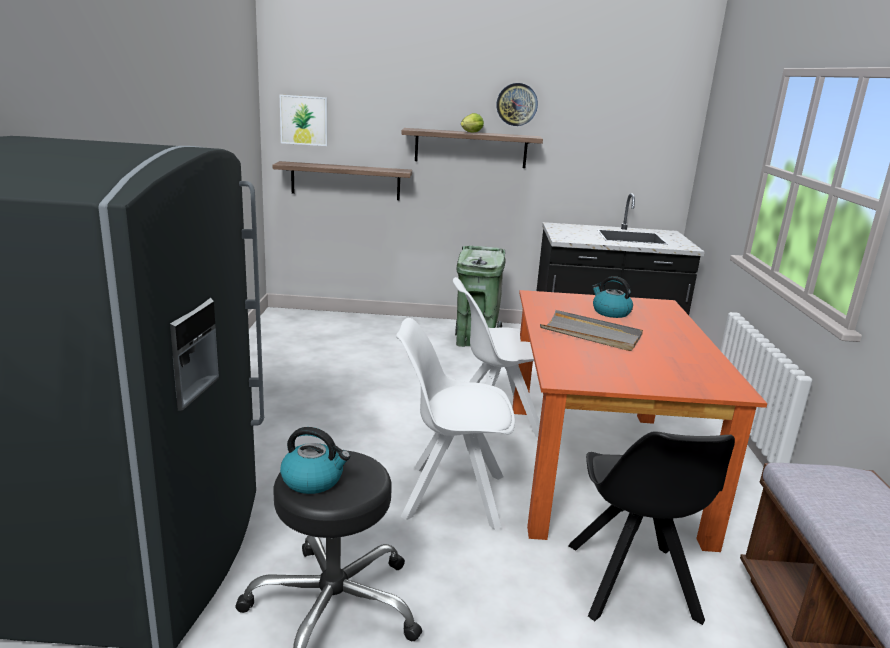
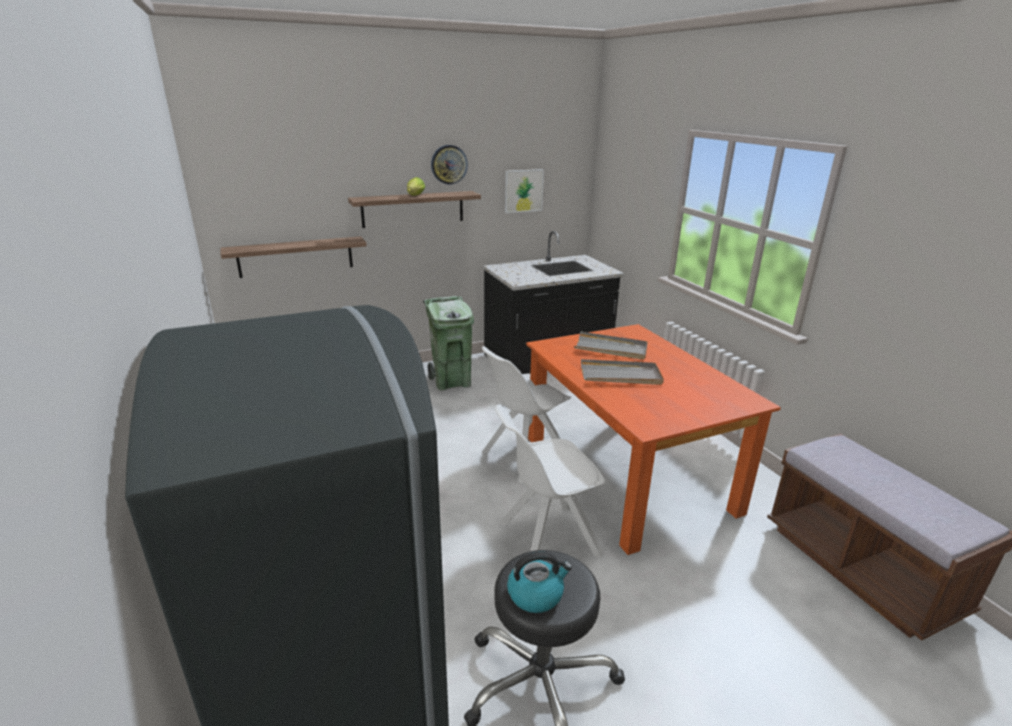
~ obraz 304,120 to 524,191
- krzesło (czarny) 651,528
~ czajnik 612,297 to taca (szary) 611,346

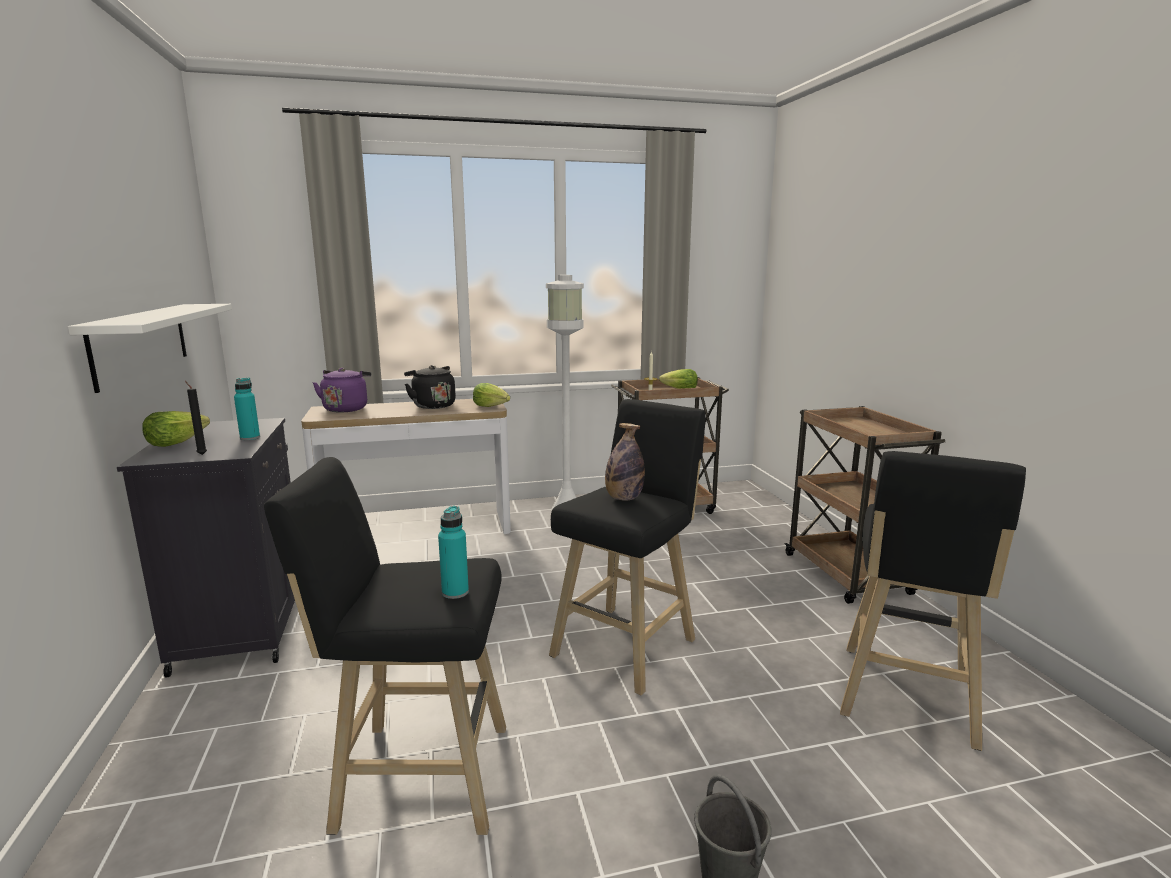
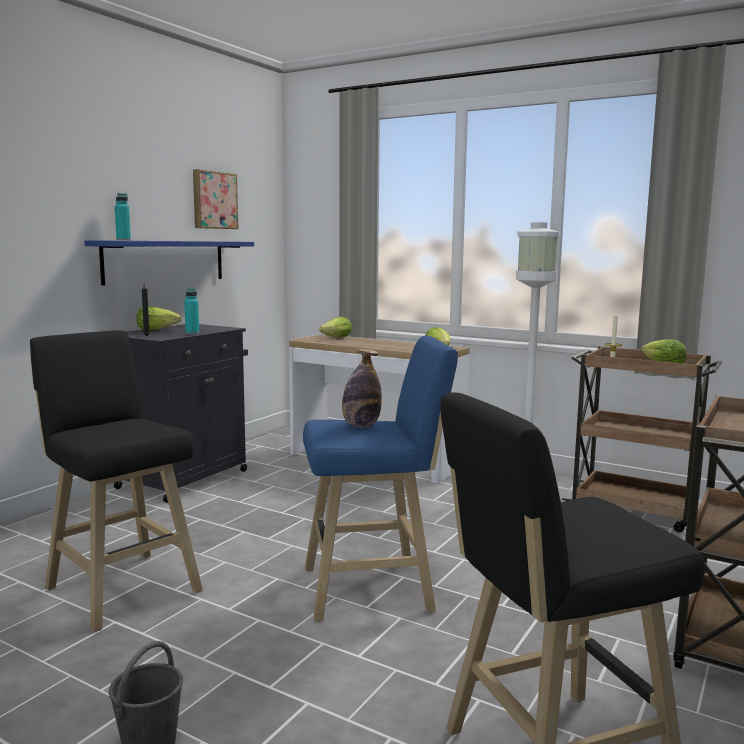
~ półka (biały) 150,348 to półka (niebieski) 169,263
~ czajnik (fioletowy) 342,390 to sałata 335,327
- czajnik (czarny) 430,387
~ butelka (turkusowy) 453,552 to 123,216
~ stołek (czarny) 627,547 to stołek (niebieski) 380,479
+ obraz 215,199

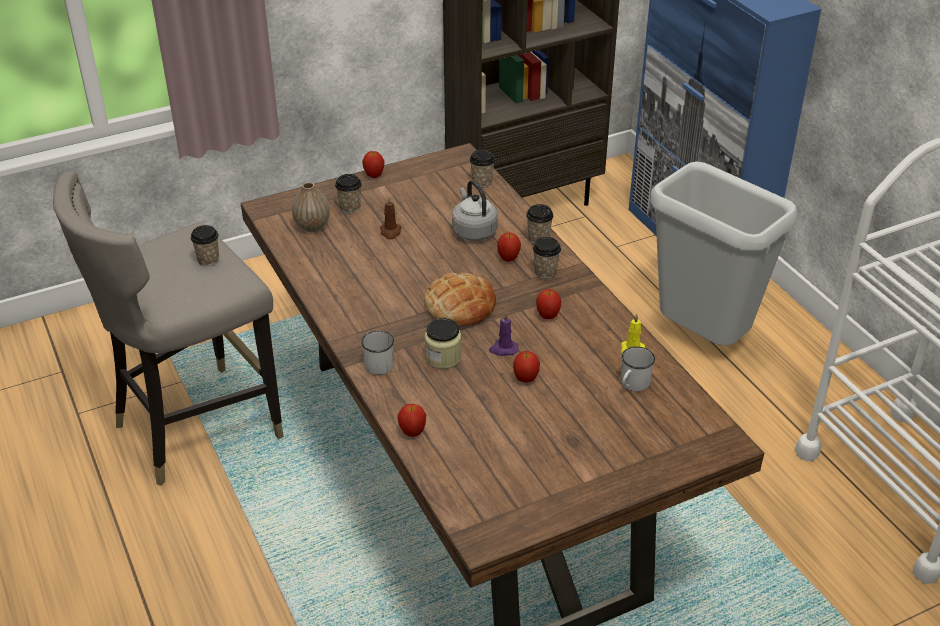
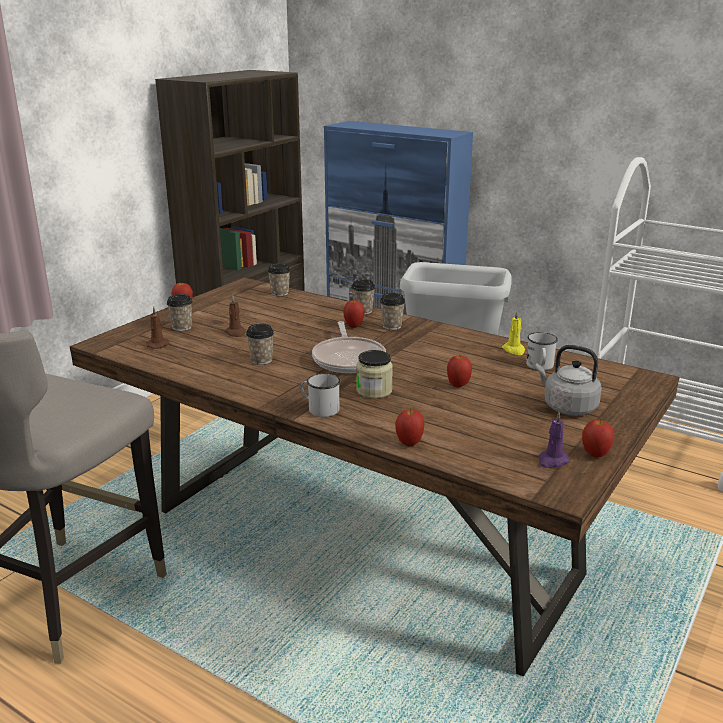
~ filiżanka 205,245 to 260,344
~ wazon 311,207 to świeca (brązowy) 157,327
~ chleb 460,299 to patelnia 349,347
~ czajnik (szary) 475,210 to 568,380
~ świeca (fioletowy) 503,334 to 554,439
~ jabłko 548,304 to 598,438

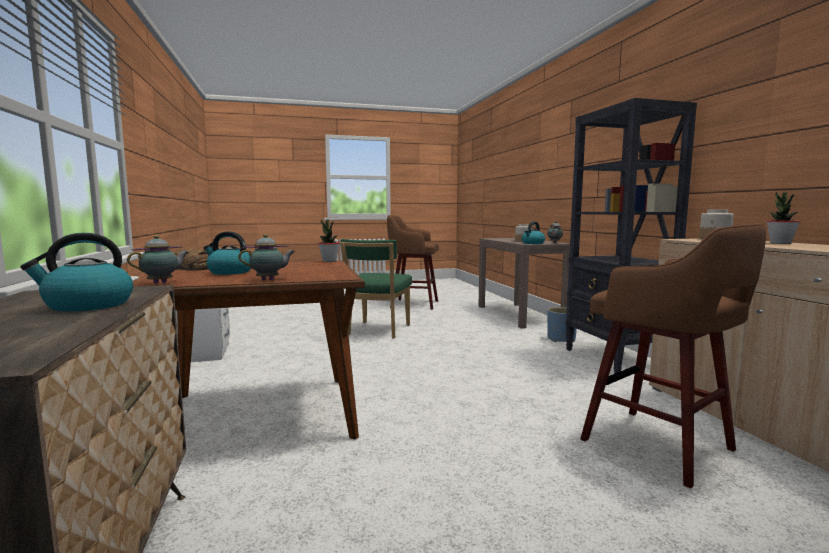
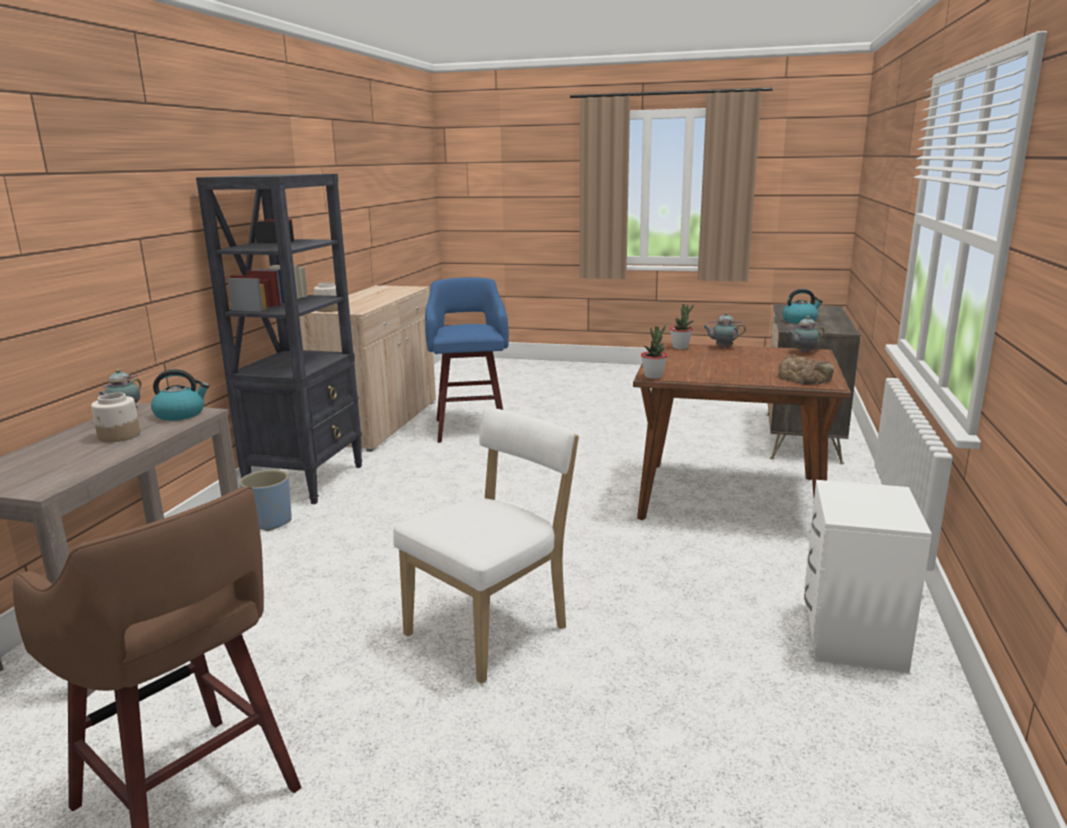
- czajnik 227,253
~ krzesło (zielony) 376,289 to krzesło (biały) 486,545
~ stołek (brązowy) 673,356 to stołek (niebieski) 467,360
~ roślina doniczkowa 783,218 to 682,327

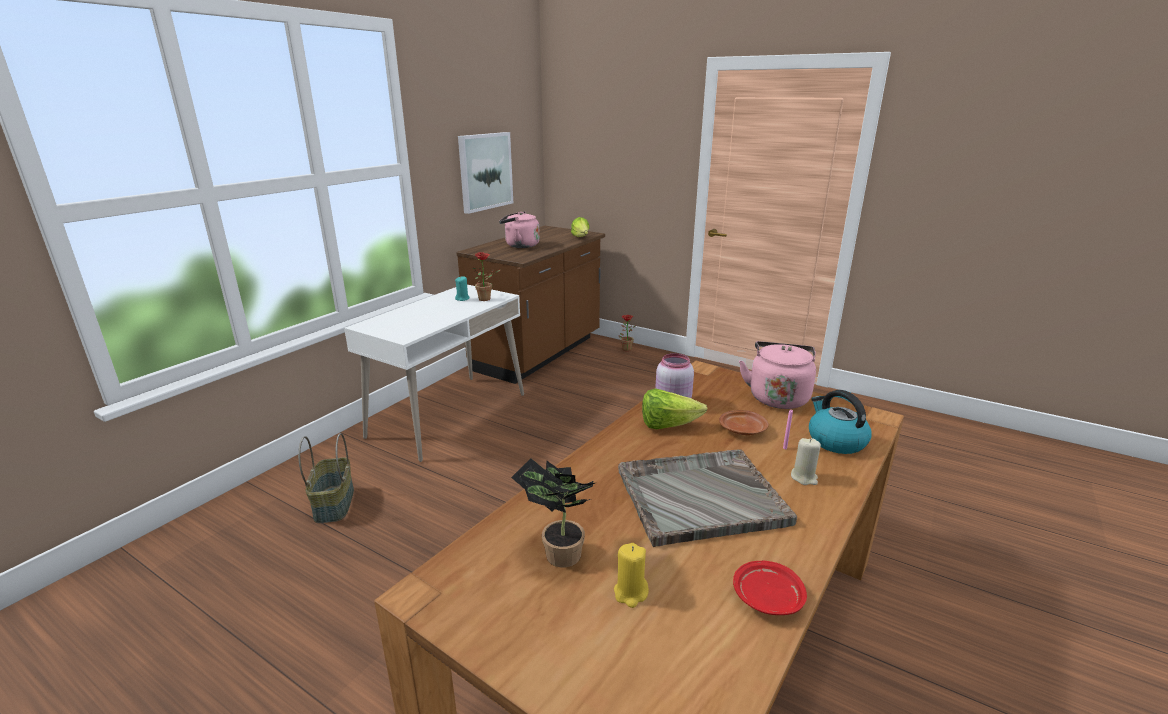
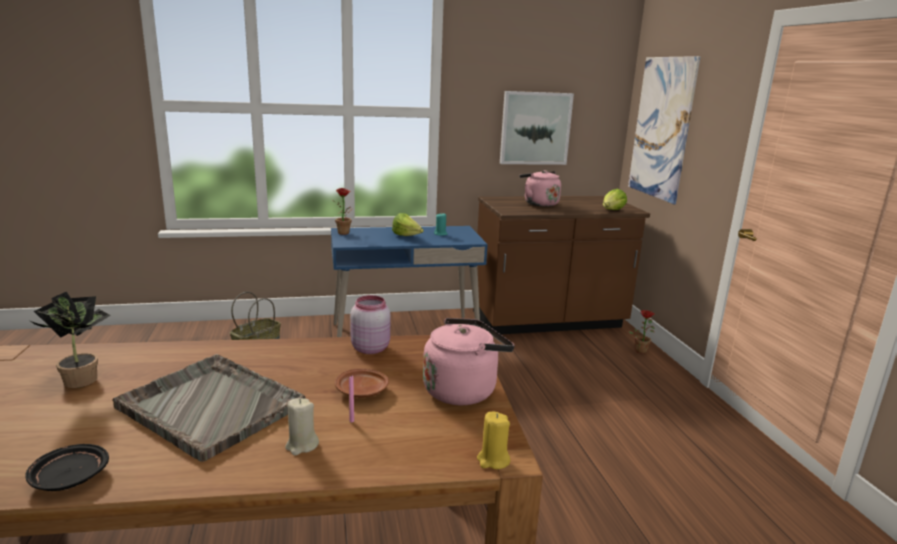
~ biurko (biały) 434,373 to biurko (niebieski) 409,281
~ roślina doniczkowa 486,276 to 343,211
~ świeca (żółty) 631,575 to 493,440
~ sałata 674,409 to 408,224
~ talerz (czerwony) 770,588 to talerz (czarny) 67,467
- czajnik 840,422
+ obraz 664,130

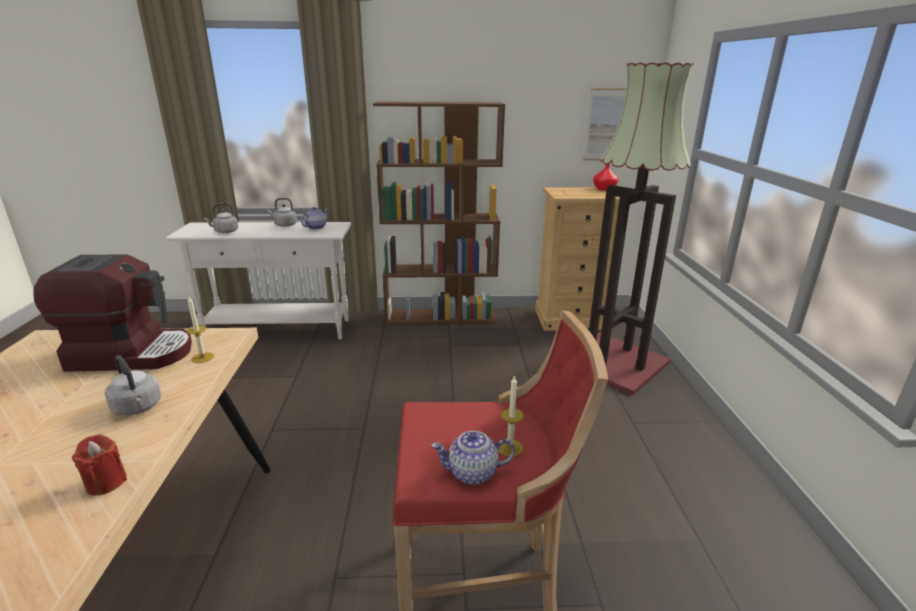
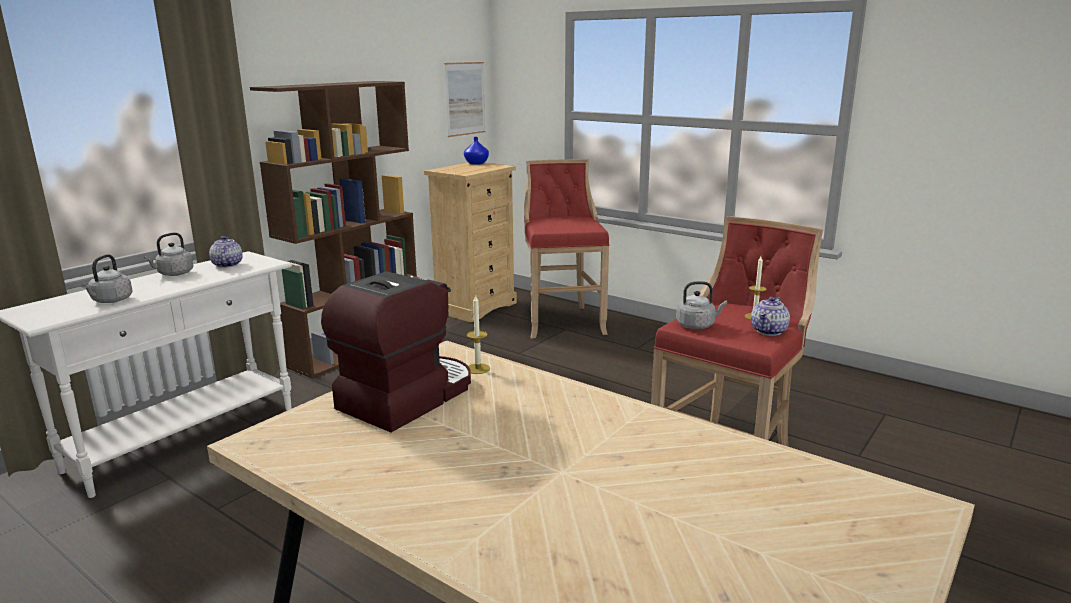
- świeca (czerwony) 99,464
~ czajnik (szary) 133,385 to 701,305
~ lampa stojąca 641,228 to stołek (czerwony) 566,249
~ wazon (czerwony) 605,177 to wazon (niebieski) 476,151

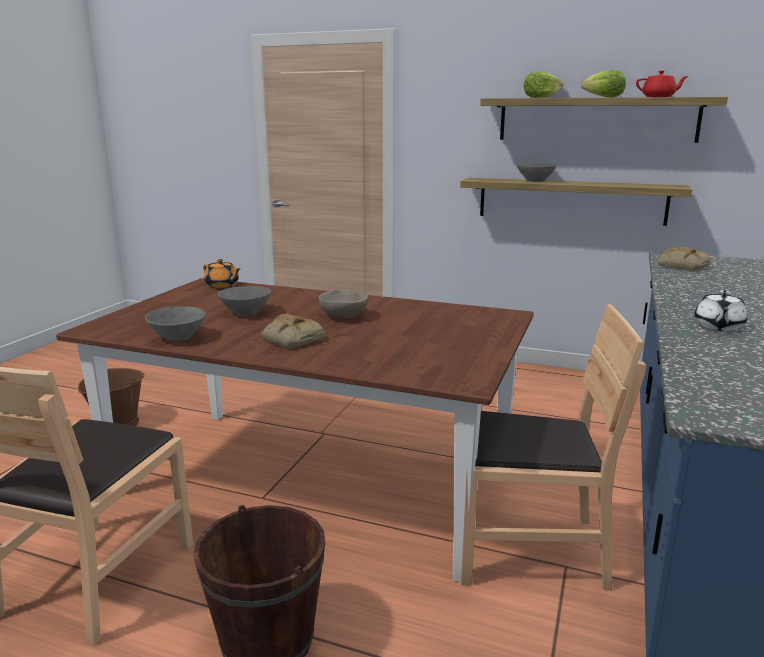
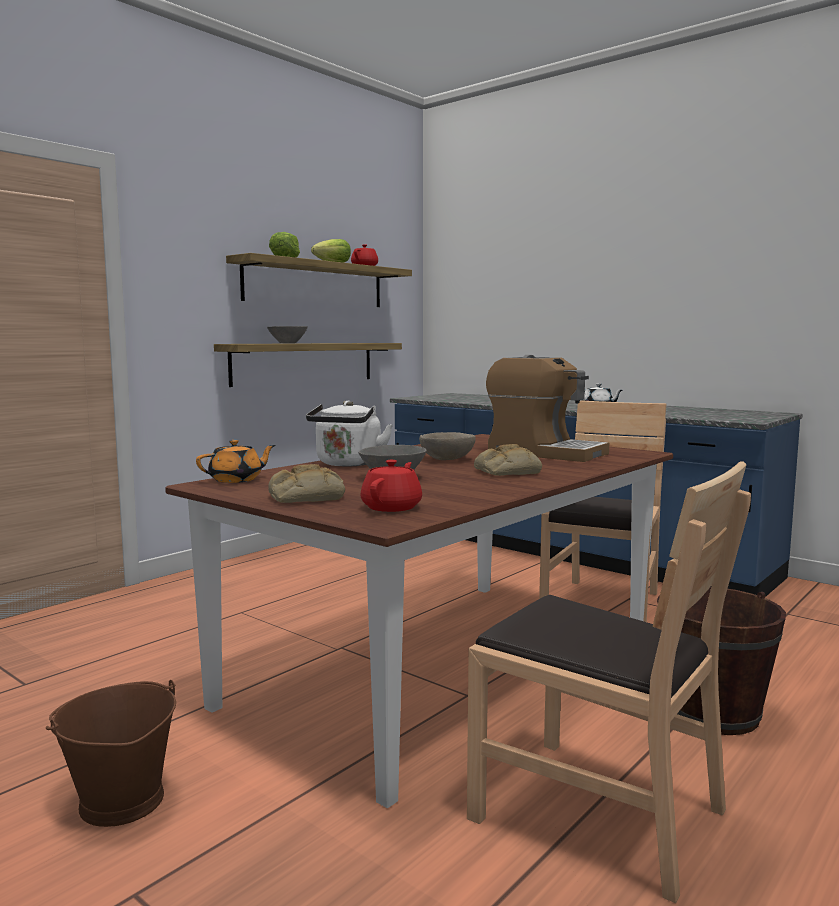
- miska (szary) 175,323
~ chleb 684,259 to 306,483
+ czajnik (biały) 349,433
+ imbryk (czerwony) 391,486
+ ekspres do kawy 547,408

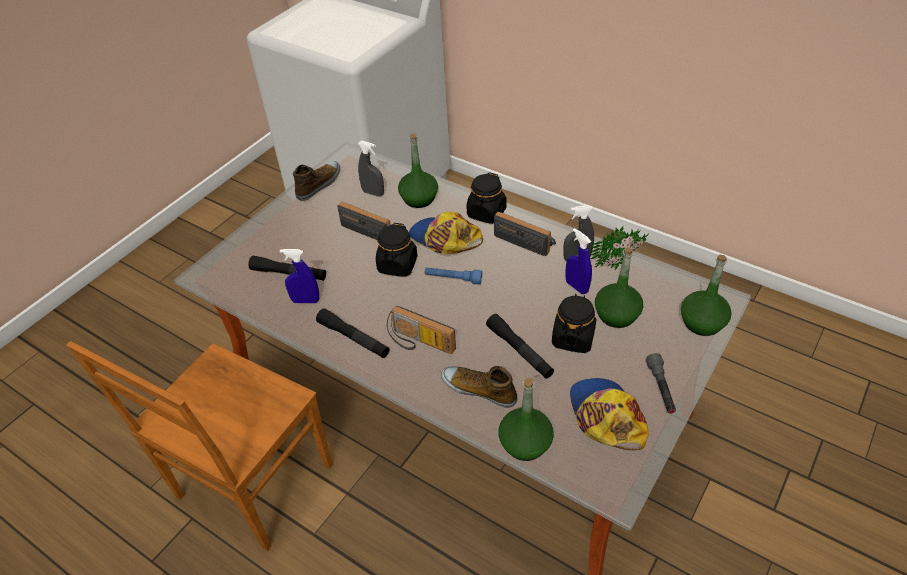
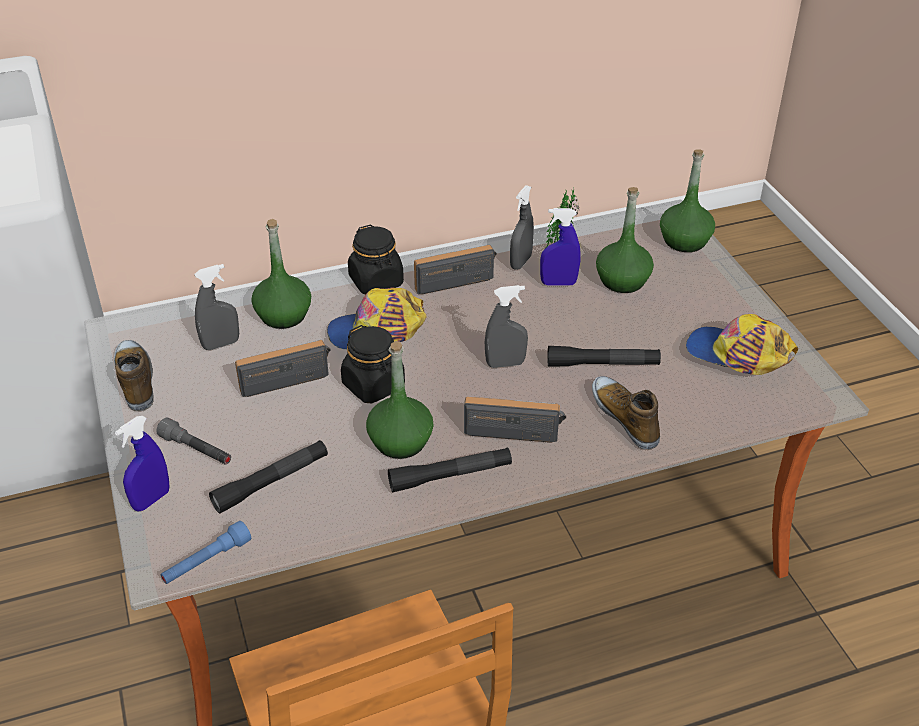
~ spryskiwacz (niebieski) 299,276 to 142,464
~ radio 421,330 = 515,420 150 degrees counterclockwise
~ latarka (niebieski) 453,275 to 206,552
~ but 479,387 = 626,413 90 degrees clockwise
~ butelka (zielony) 526,419 to 400,400
- słoik (czarny) 574,323
~ latarka (szary) 661,383 to 193,441
+ spryskiwacz (szary) 506,326

